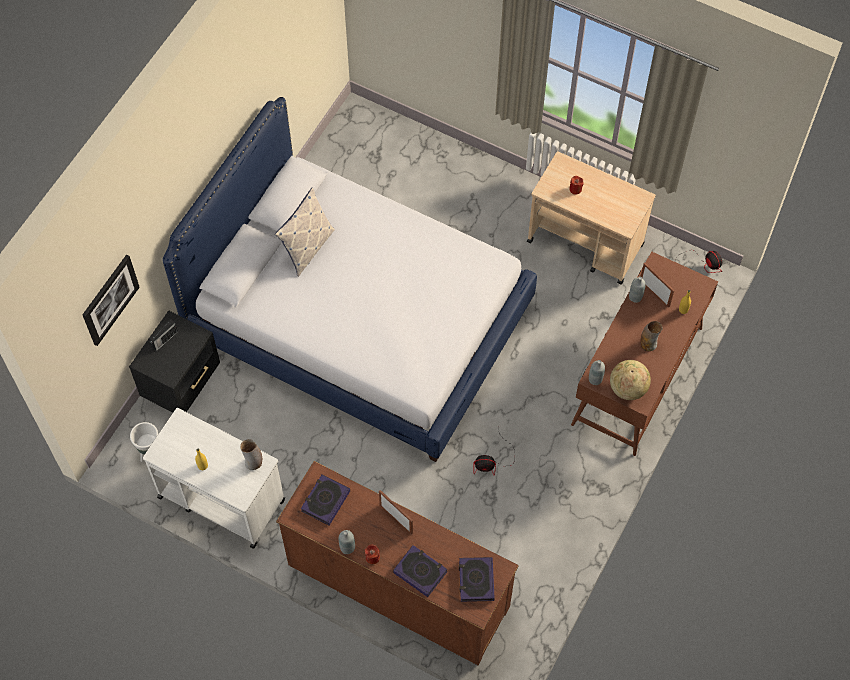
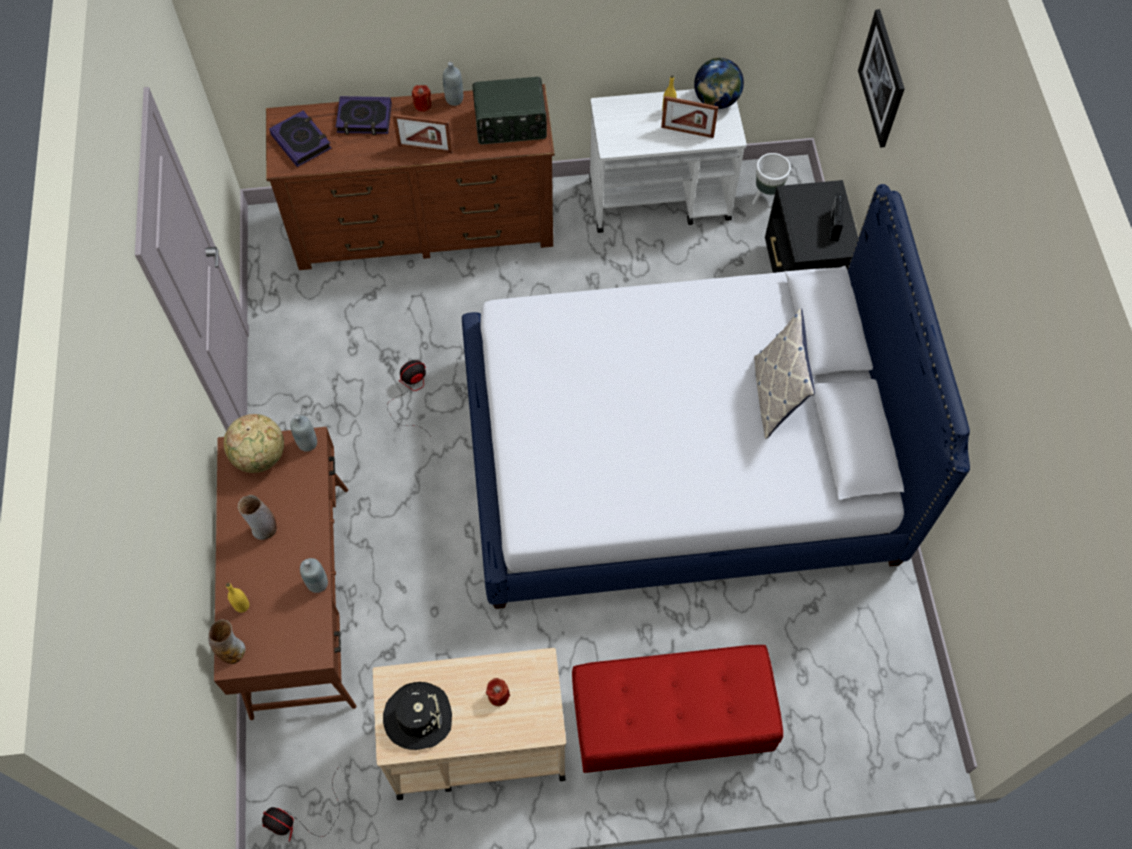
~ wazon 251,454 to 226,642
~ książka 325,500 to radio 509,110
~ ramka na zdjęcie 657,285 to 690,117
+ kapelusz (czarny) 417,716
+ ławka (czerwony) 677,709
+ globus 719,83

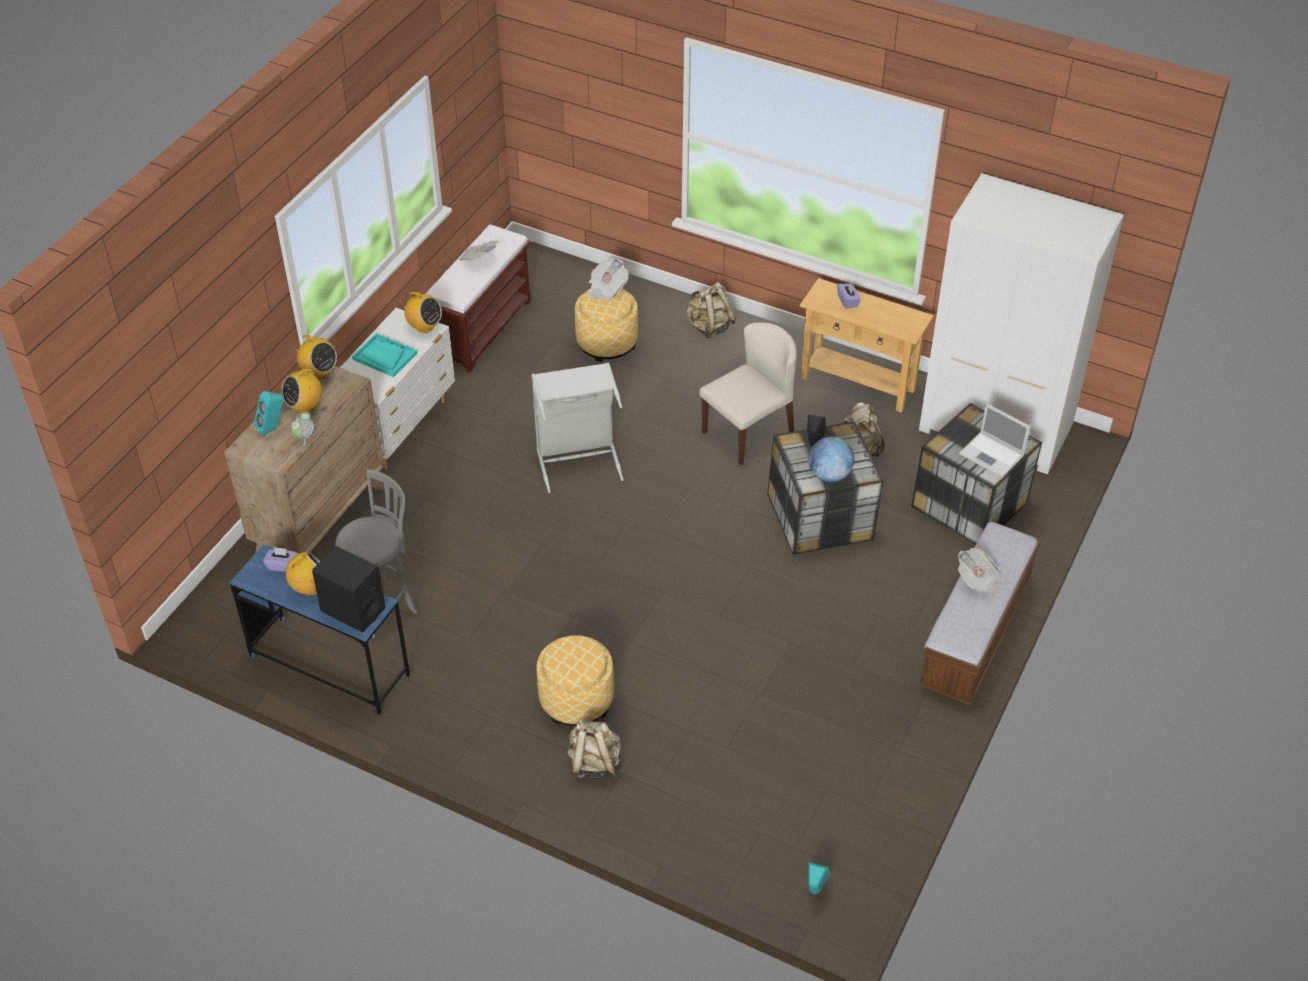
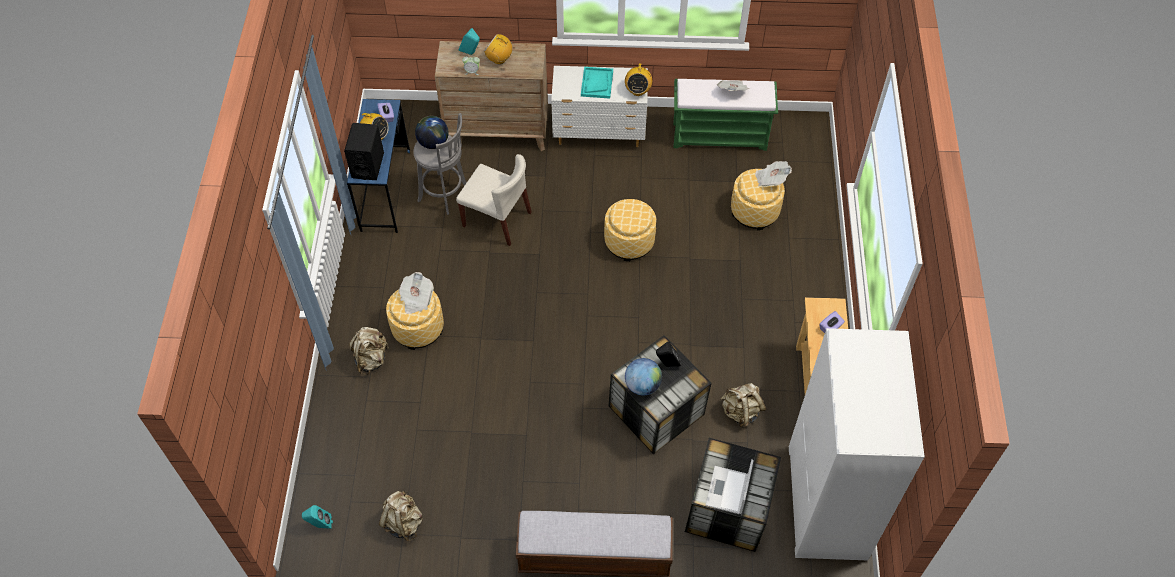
- radio 314,357
~ ławka (brązowy) 478,298 to ławka (zielony) 725,115
~ kosz na pranie (szary) 577,427 to pufa 630,230
~ plecak (beżowy) 711,310 to 401,516
~ krzesło (beżowy) 748,393 to 494,200
~ gazeta 980,573 to 416,293
+ globus 432,132

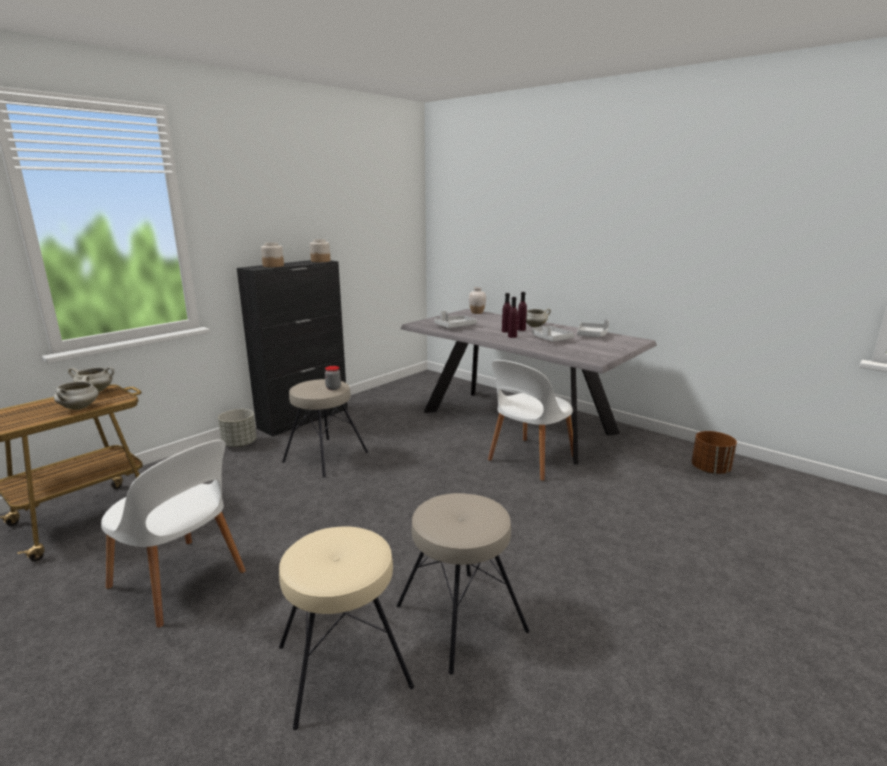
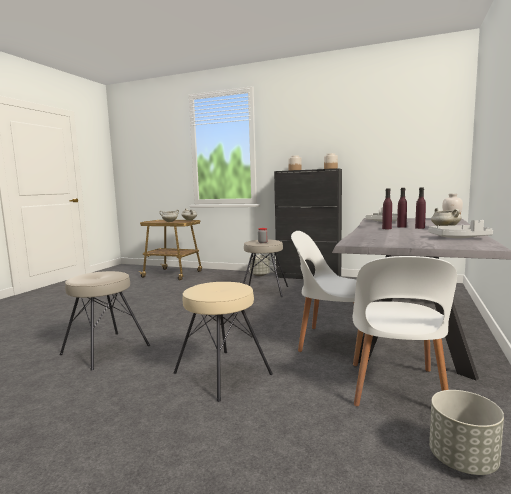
~ krzesło (biały) 173,534 to 405,331
~ stołek (beżowy) 346,628 to 223,342
- taca (szary) 553,333
~ donica (brązowy) 714,452 to donica (szary) 466,432

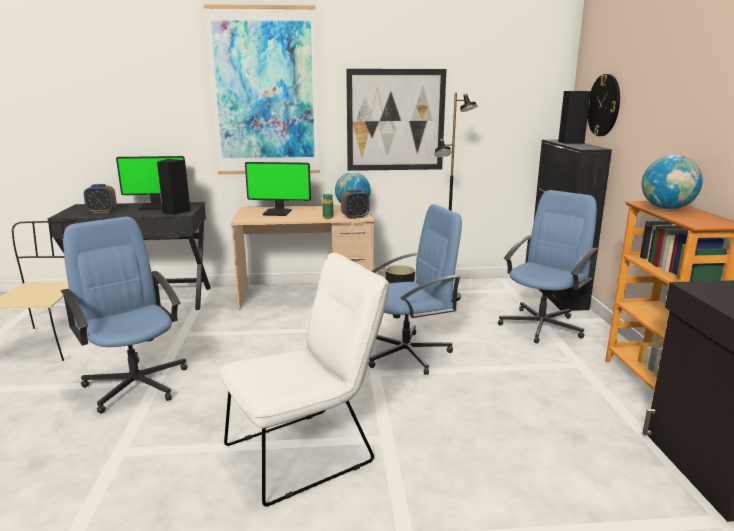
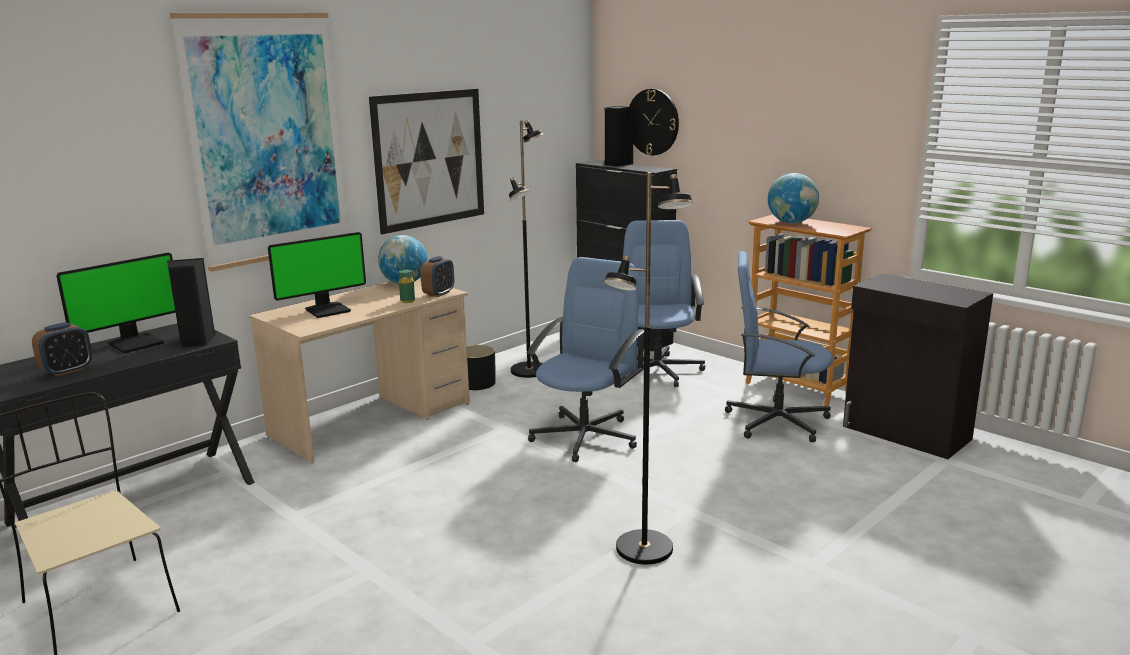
~ krzesło biurowe (niebieski) 124,315 to 779,346
~ krzesło (biały) 304,379 to lampa stojąca (czarny) 648,368

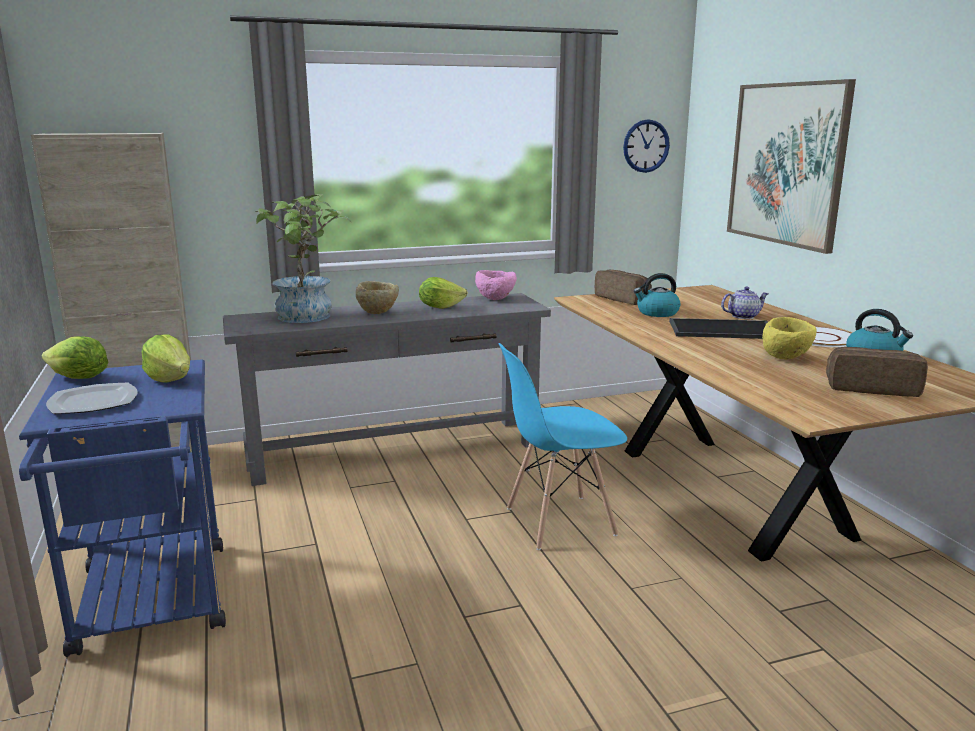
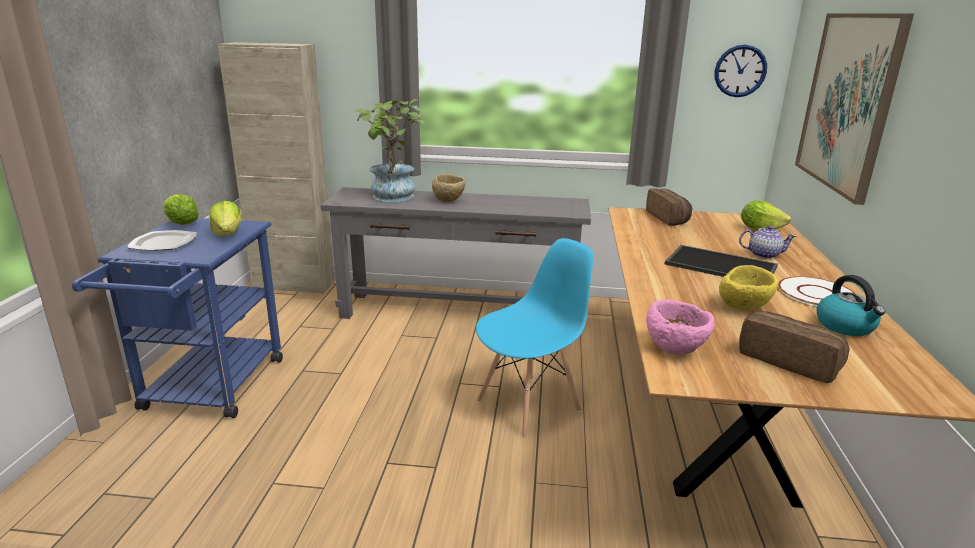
~ sałata 443,293 to 766,215
~ miska (różowy) 496,285 to 680,327
~ krzesło (niebieski) 562,446 = 535,338 135 degrees clockwise
- czajnik 657,295

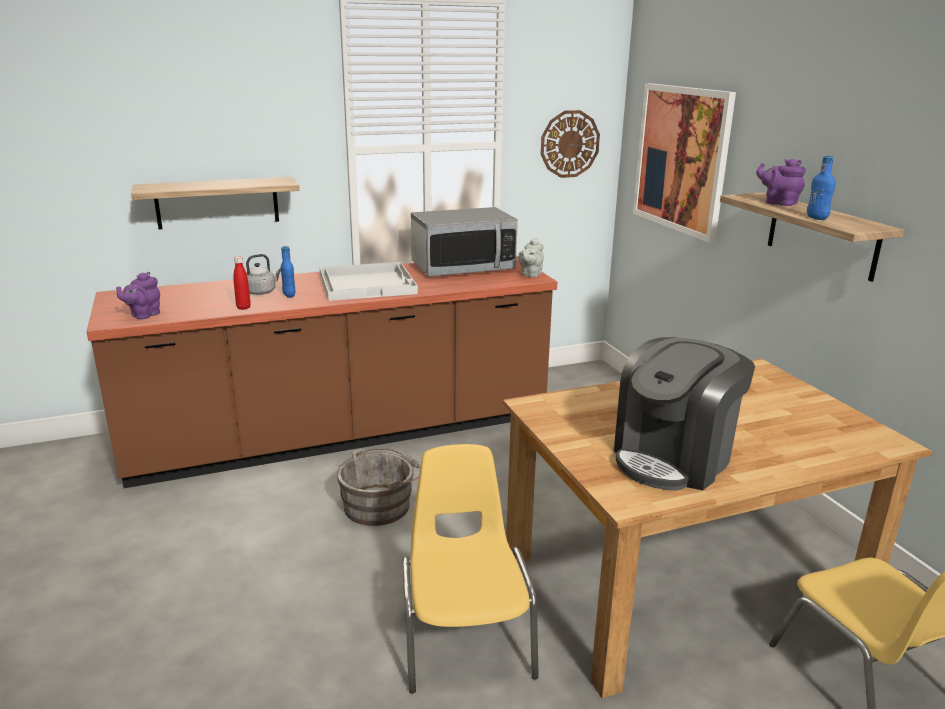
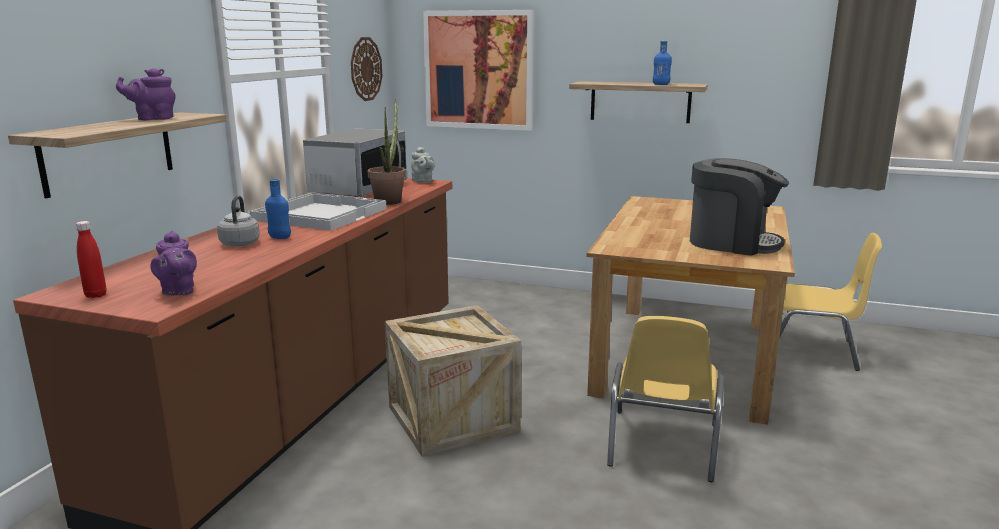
~ butelka (czerwony) 242,283 to 91,259
~ wiadro (szary) 378,487 to skrzynka 453,381
~ krzesło (żółty) 471,568 = 665,399 105 degrees counterclockwise
~ ekspres do kawy 684,413 = 739,207 60 degrees counterclockwise
~ imbryk (fioletowy) 781,182 to 146,94
+ roślina doniczkowa 387,152

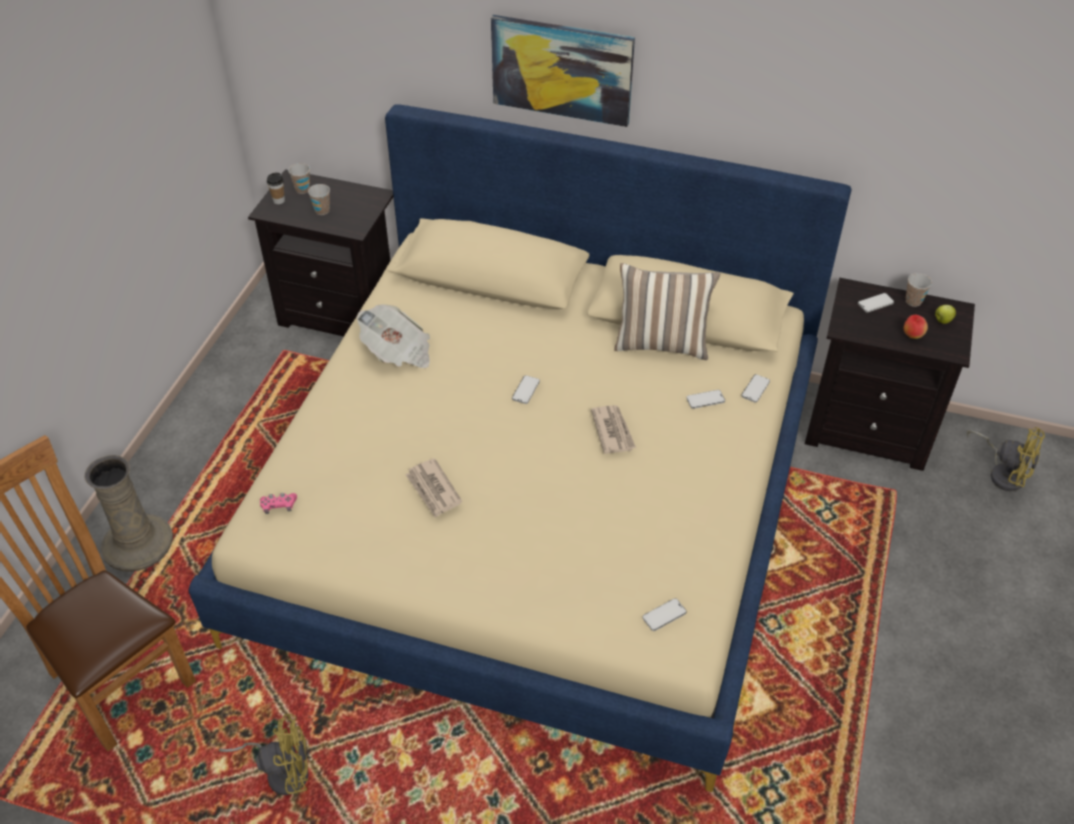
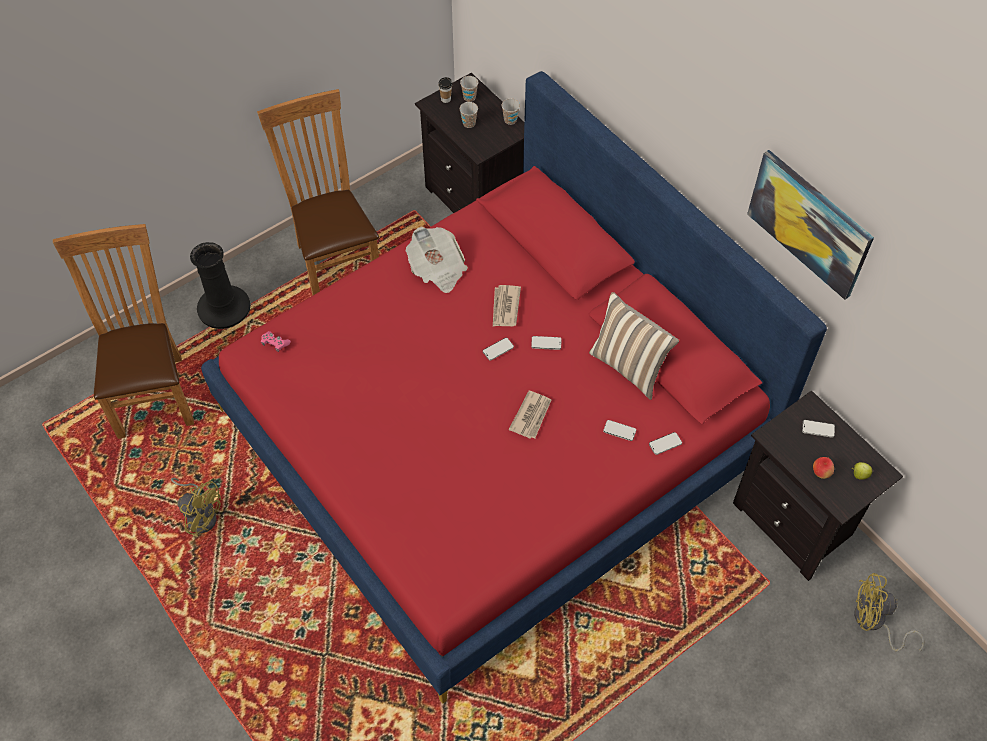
~ wazon (beżowy) 128,513 to wazon (czarny) 220,285
~ łóżko (beżowy) 520,448 to łóżko (czerwony) 514,387
~ gazeta 433,488 to 507,305
~ obraz 563,71 to 810,225
~ telefon 664,614 to 546,343
~ filiżanka 919,290 to 510,111
~ wentylator (żółty) 1006,459 = 889,612 120 degrees clockwise
+ krzesło (brązowy) 318,192

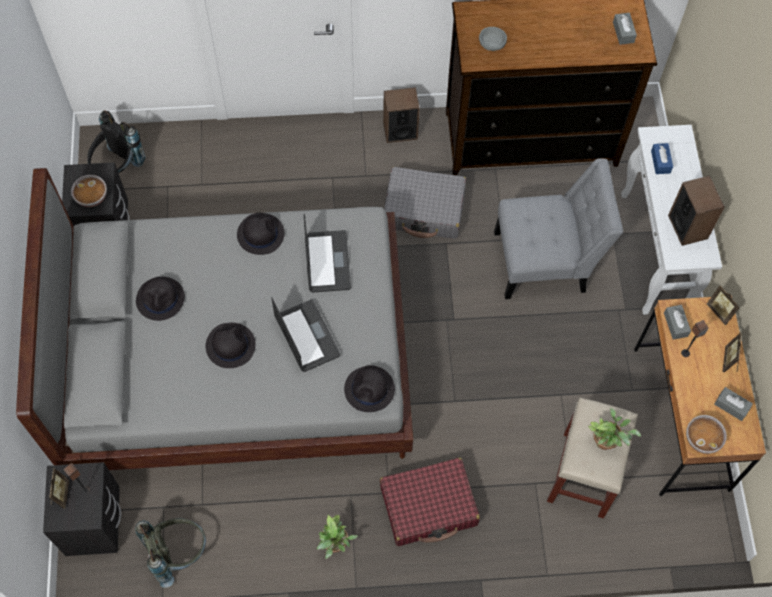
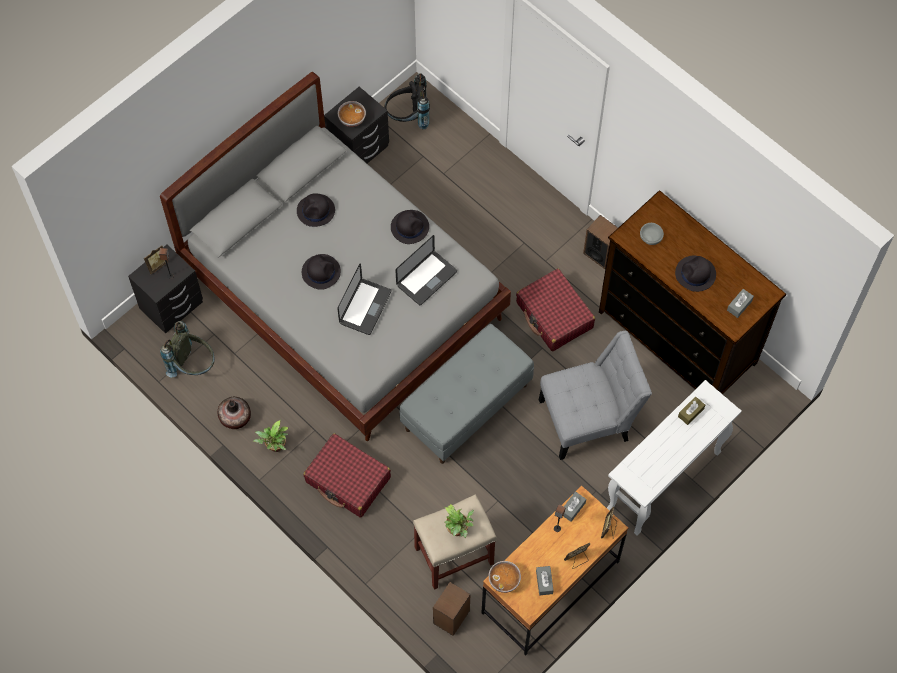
~ kapelusz (czarny) 369,388 to 695,273
~ walizka (szary) 425,203 to walizka (czerwony) 555,310
~ krzesło (szary) 558,228 = 595,395 60 degrees counterclockwise
~ pudełko chusteczek (niebieski) 662,158 to pudełko chusteczek (brązowy) 691,411
~ głośnik 696,211 to 451,609
+ wazon 234,413
+ ławka (szary) 466,394

